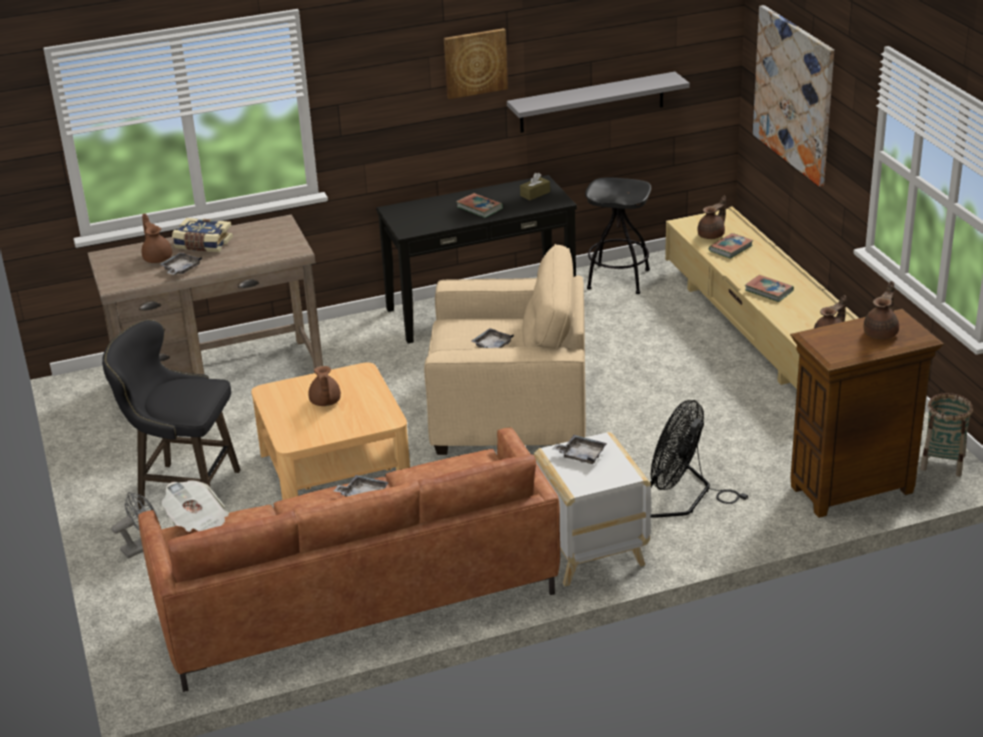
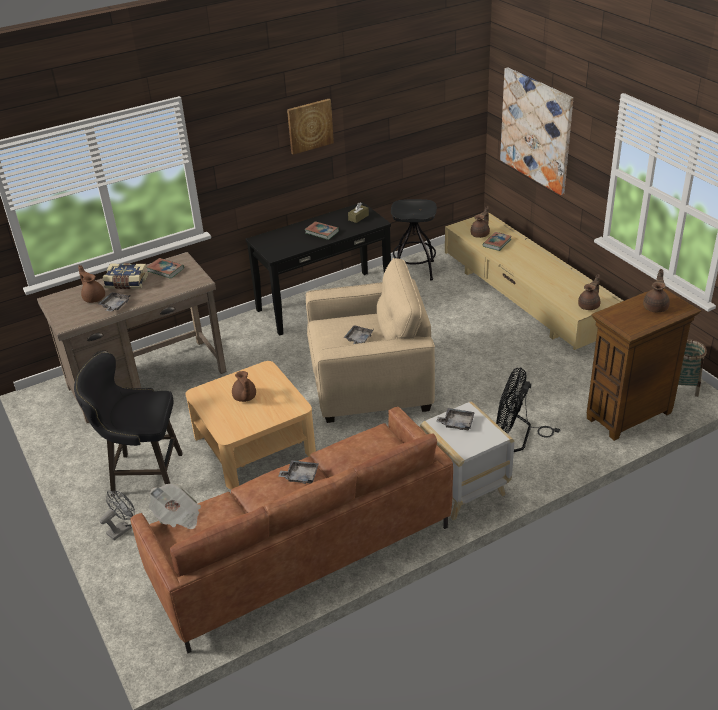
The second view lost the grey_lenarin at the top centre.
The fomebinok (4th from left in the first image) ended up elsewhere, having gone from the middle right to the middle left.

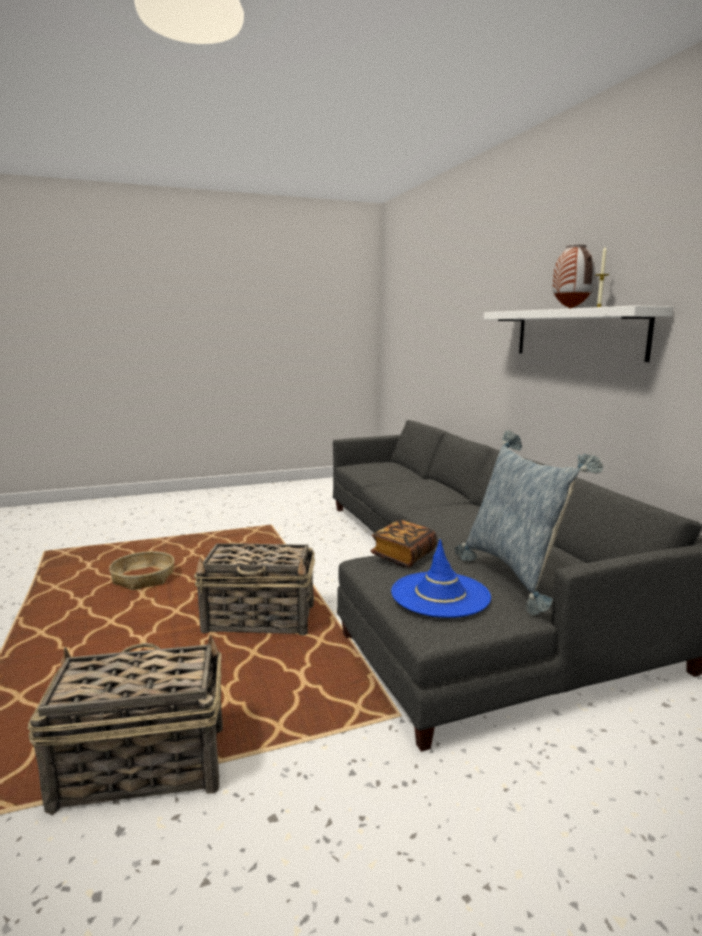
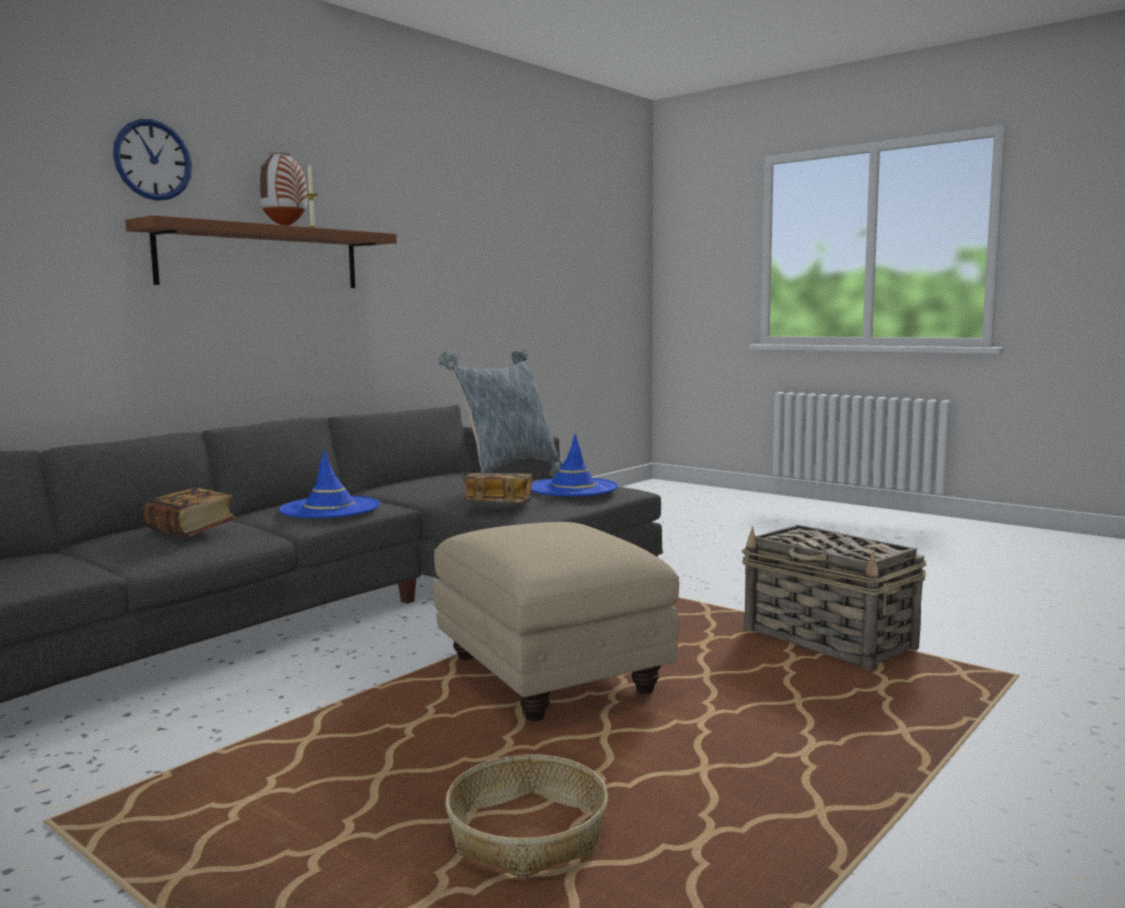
The second view gained the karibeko at the top left.
The second view gained the fomebinok (1st from left) at the middle left.
The second view gained the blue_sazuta (1st from left) at the middle left.
Where the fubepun (3rd from left) stood at the centre, the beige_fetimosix came to stand at the bottom centre.
What was the white_lenarin at the middle right turned into the brown_lenarin at the top left.

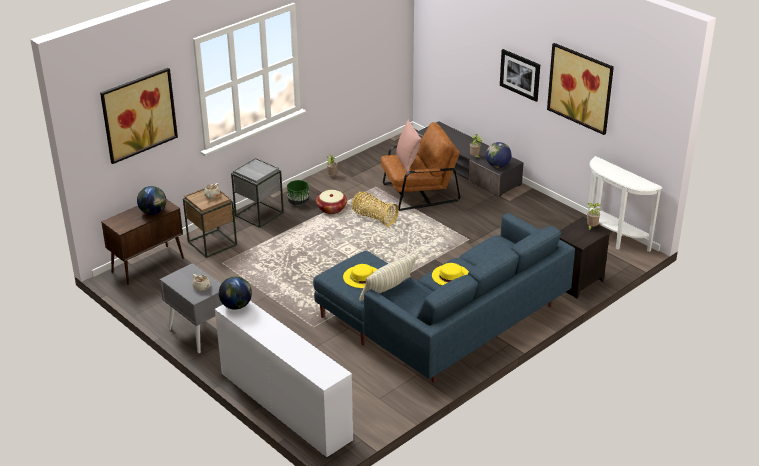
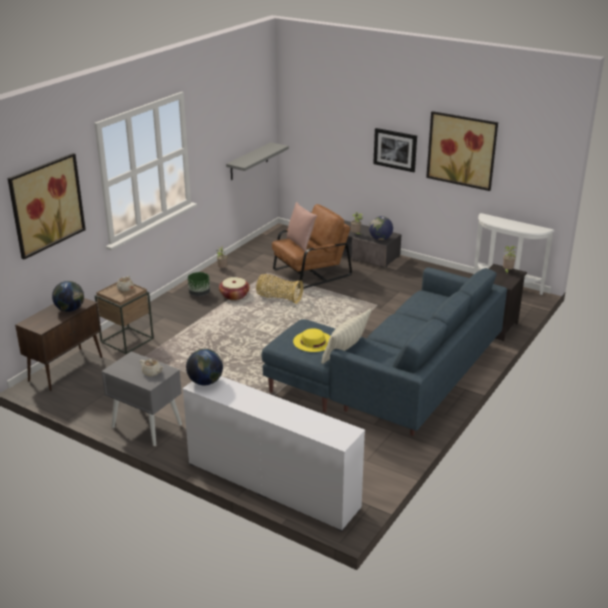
The second view lost the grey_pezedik at the centre.
The second view lost the yellow_sazuta (2nd from left) at the centre.
The second view gained the grey_lenarin at the top centre.

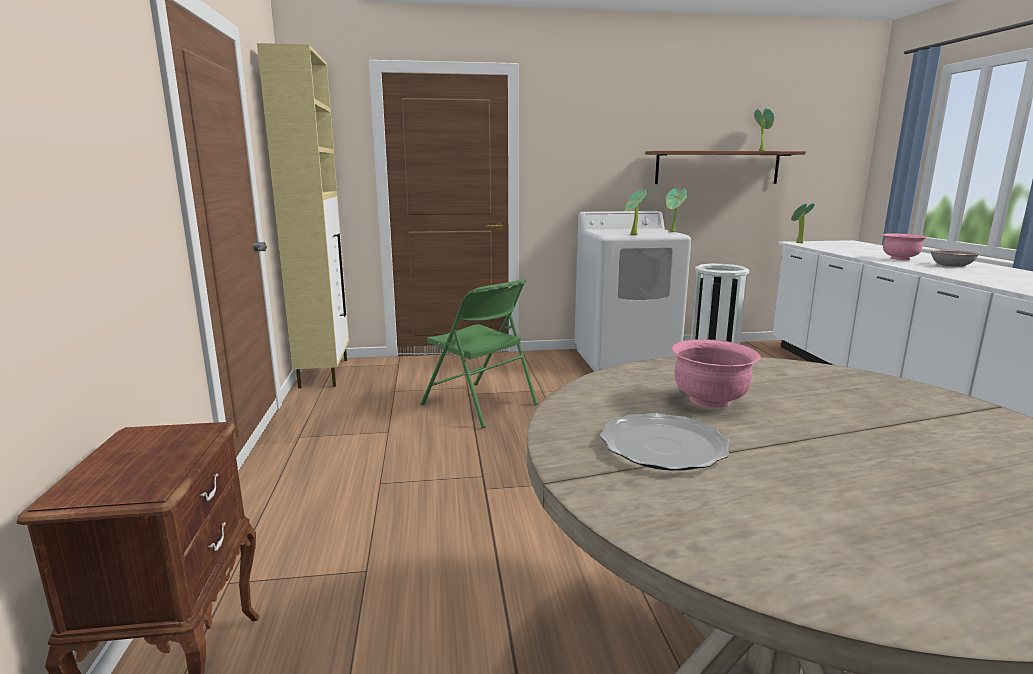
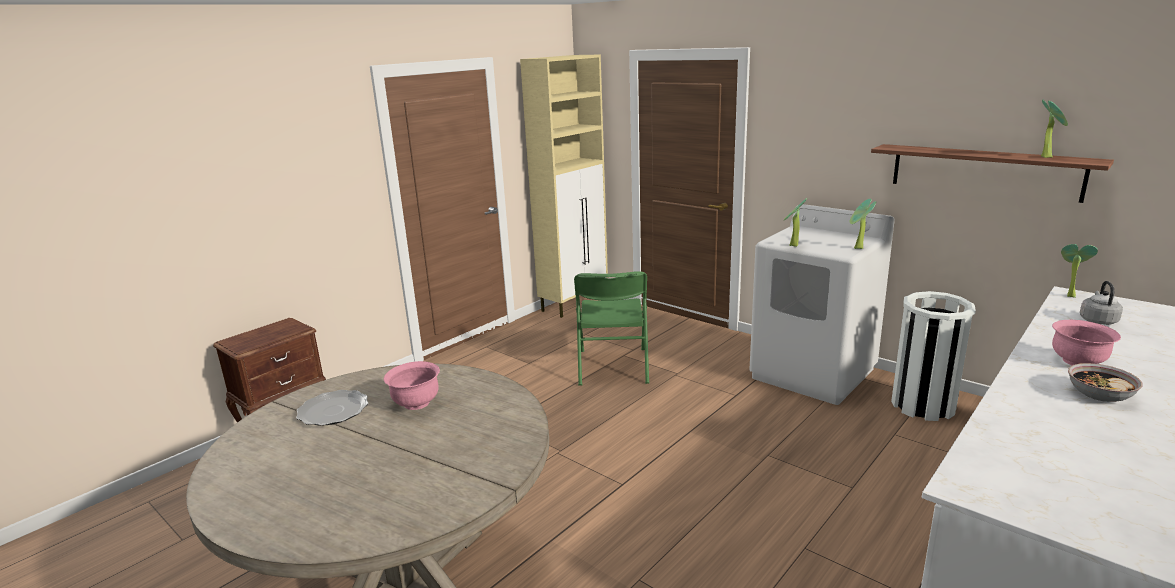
The second view gained the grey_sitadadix at the middle right.

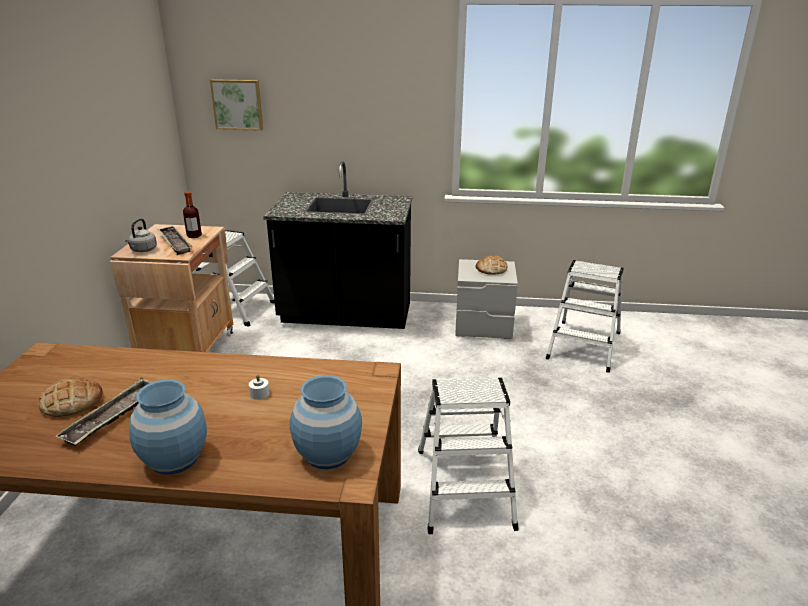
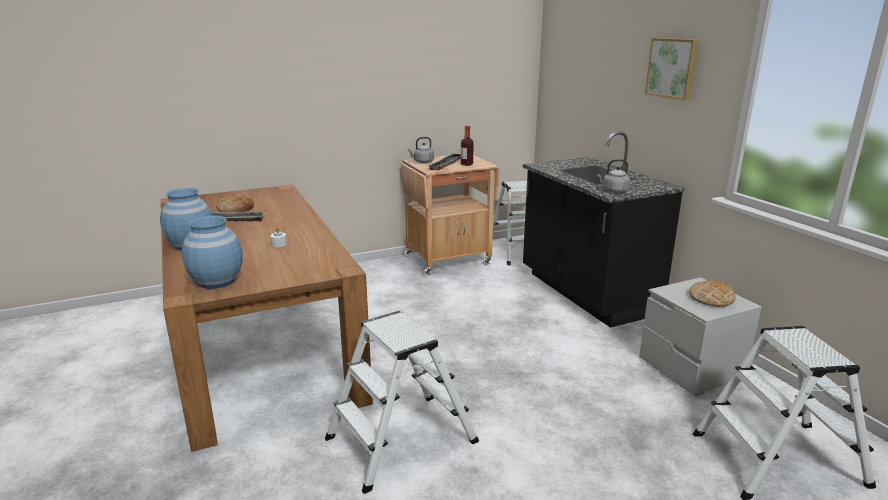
The second view gained the grey_sitadadix (2nd from left) at the middle right.
The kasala ended up elsewhere, having gone from the top left to the top right.

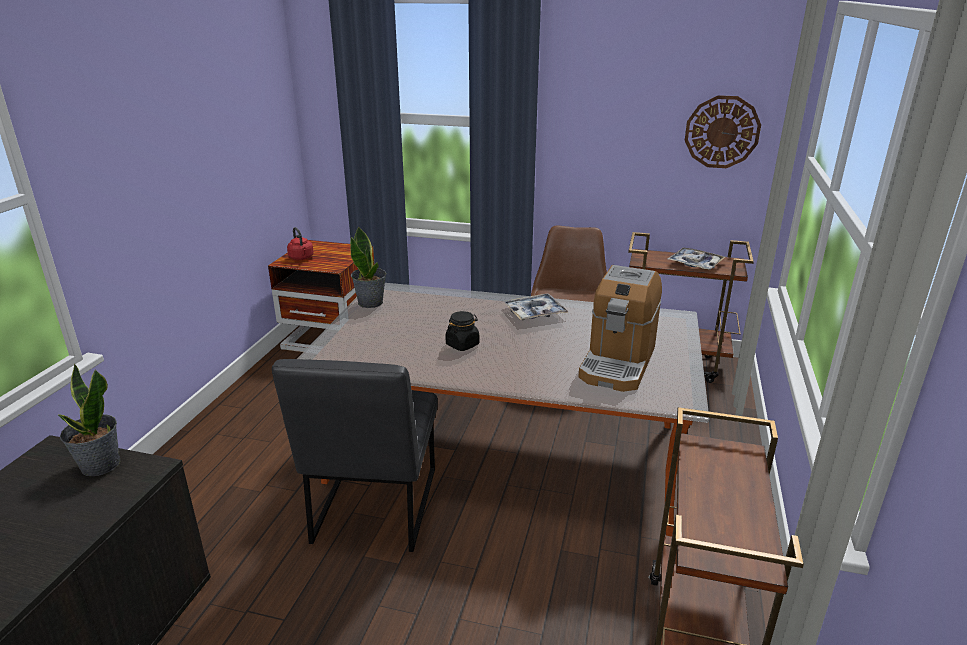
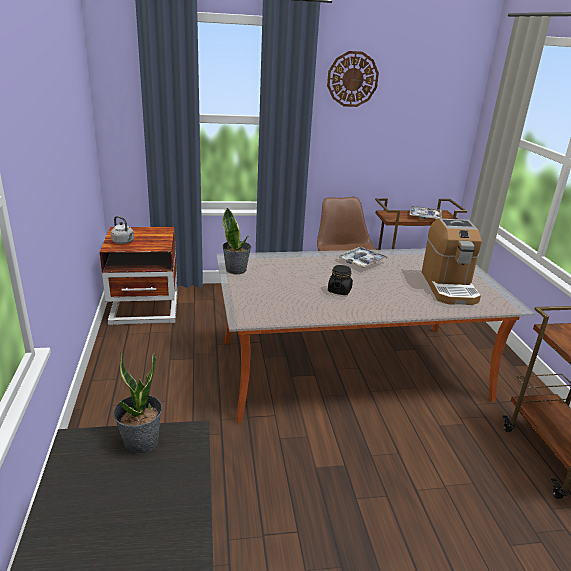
The second view lost the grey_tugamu at the bottom centre.
The karibeko ended up elsewhere, having gone from the top right to the top centre.
What was the red_sitadadix at the middle left turned into the grey_sitadadix at the middle left.

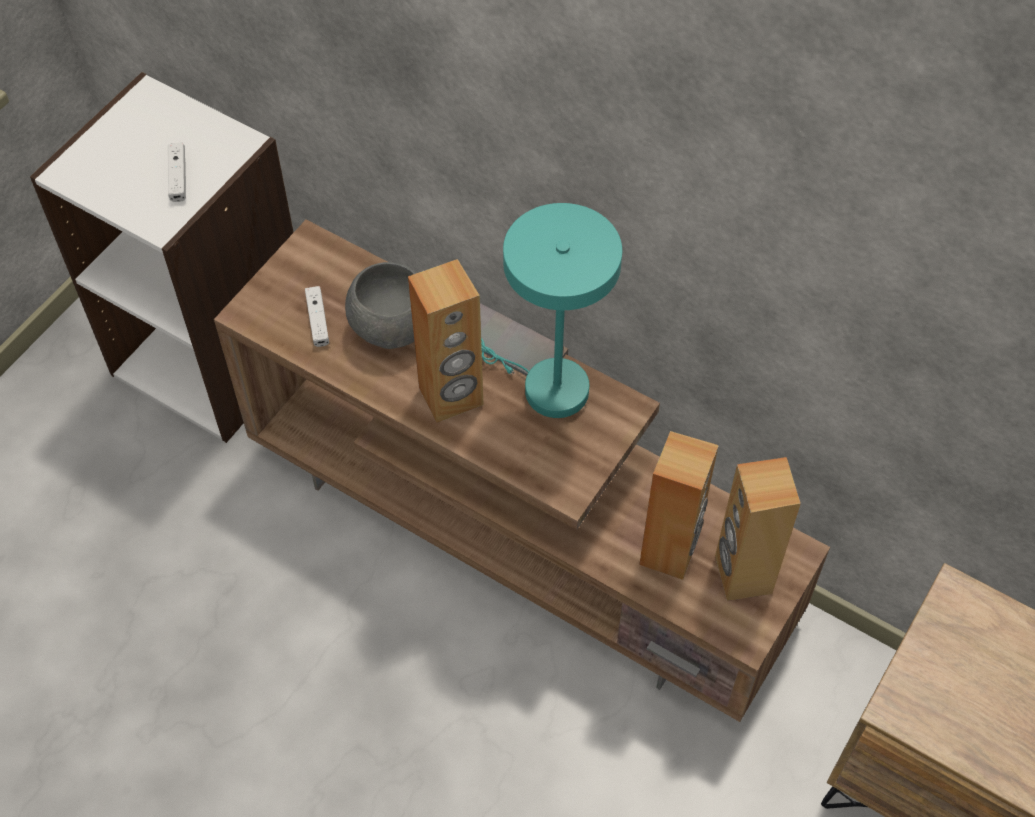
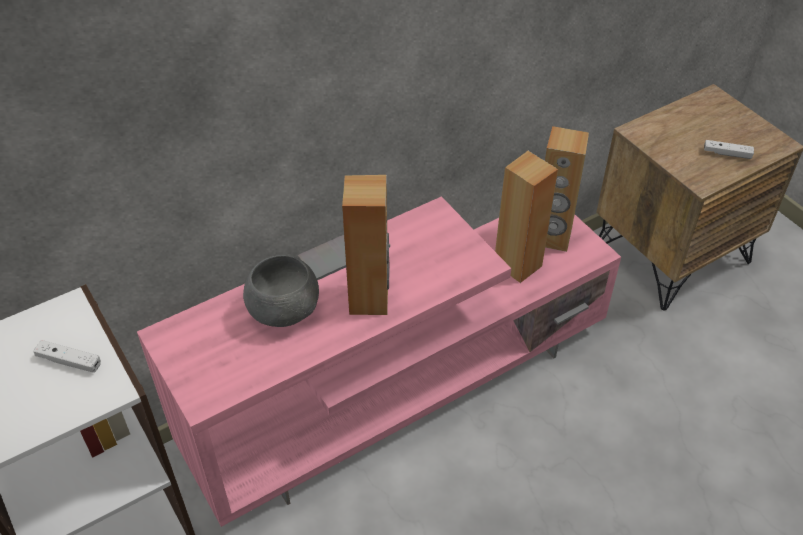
The second view lost the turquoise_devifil at the centre.
The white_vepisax (2nd from left) ended up elsewhere, having gone from the middle left to the top right.
What was the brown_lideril at the centre turned into the pink_lideril at the bottom centre.

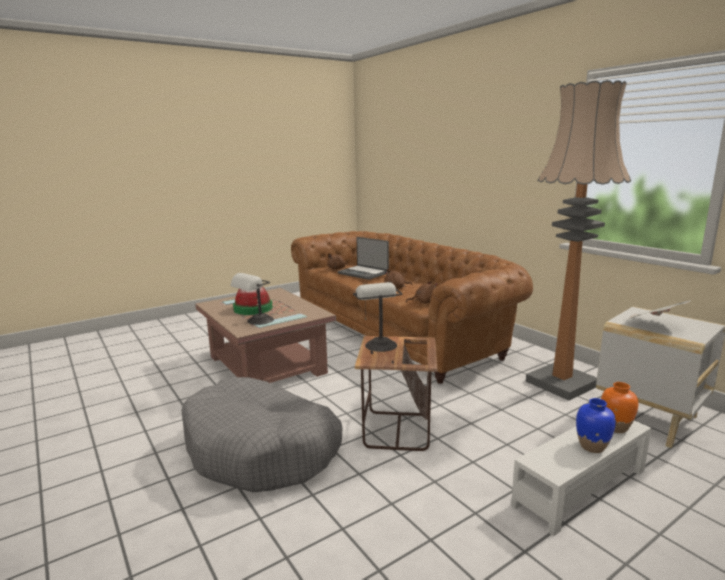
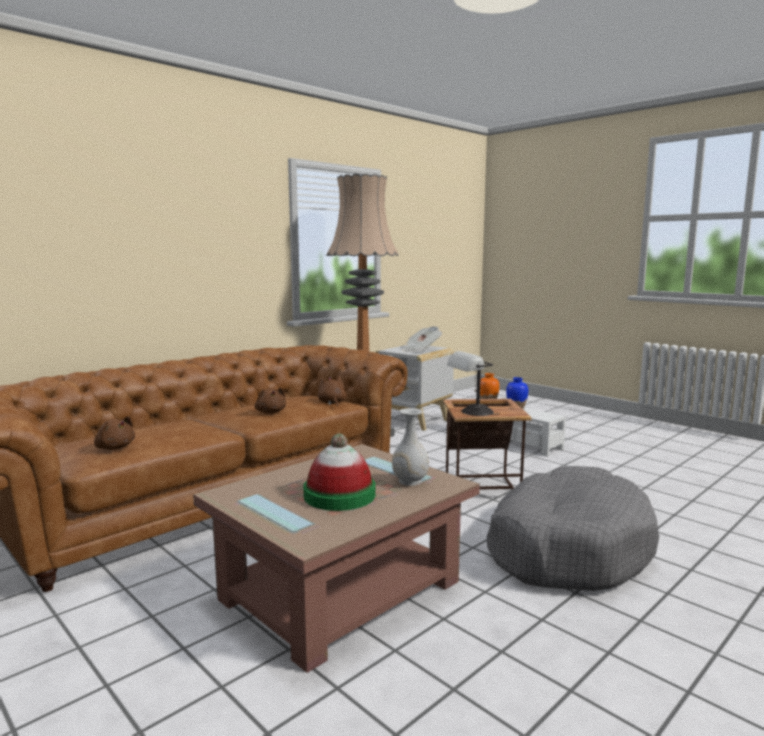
The second view lost the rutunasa at the centre.
Where the devifil (1st from left) stood at the centre, the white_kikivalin came to stand at the centre.

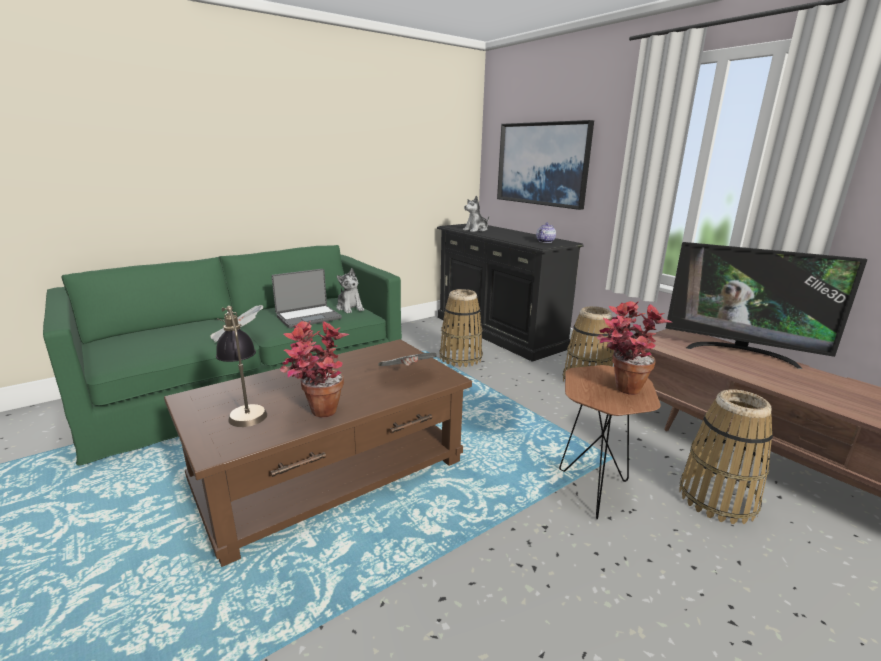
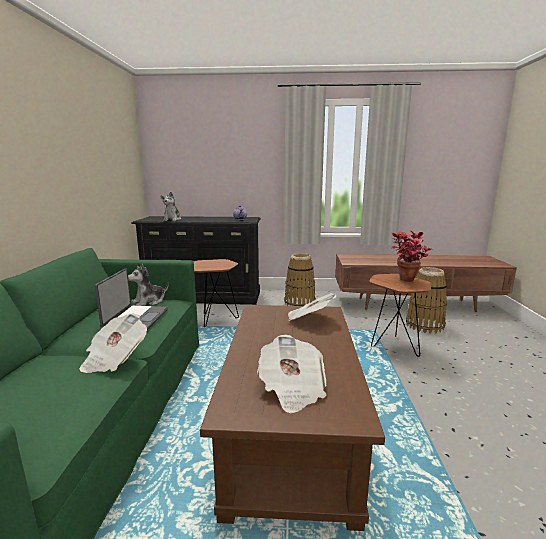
The second view lost the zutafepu (1st from left) at the centre.
The second view lost the kasala at the top centre.
The second view lost the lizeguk at the middle right.
Where the devifil stood at the middle left, the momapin (2nd from left) came to stand at the bottom centre.
Where the fubepun (1st from left) stood at the centre, the brown_pezedik (1st from left) came to stand at the centre.
The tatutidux (1st from left) at the centre ended up facing another way, 135 degrees clockwise from before.

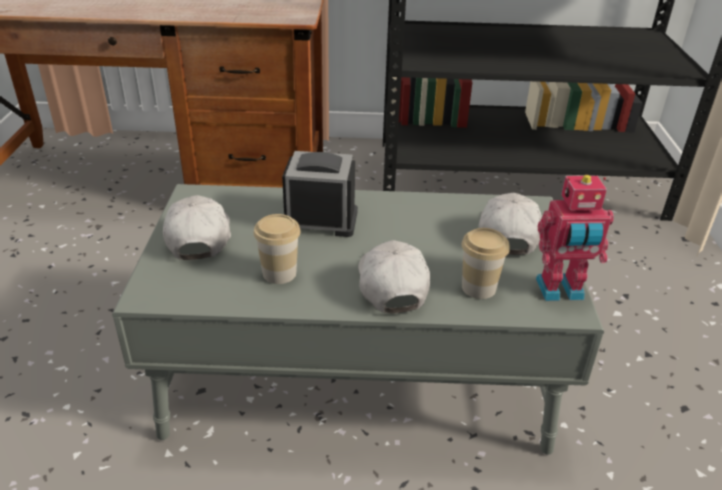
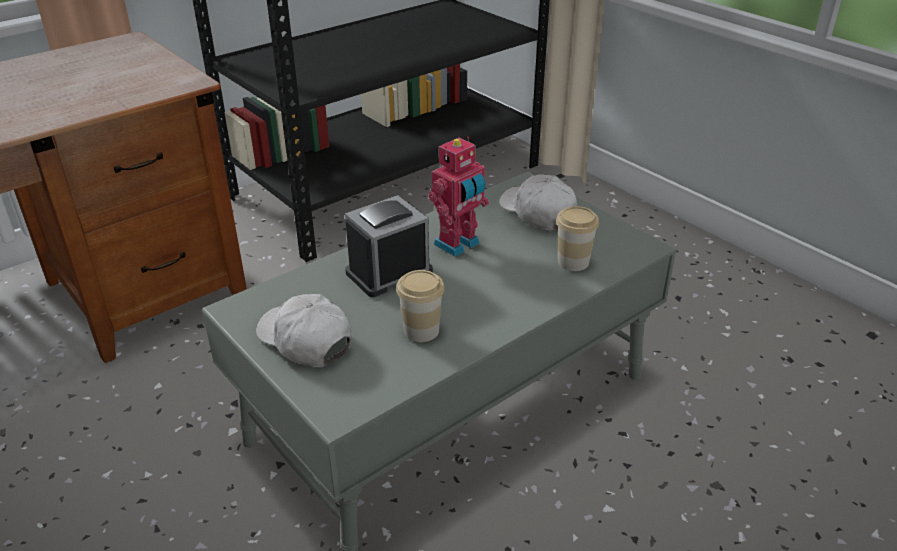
The second view lost the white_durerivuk (2nd from left) at the centre.
The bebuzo ended up elsewhere, having gone from the middle right to the centre.

